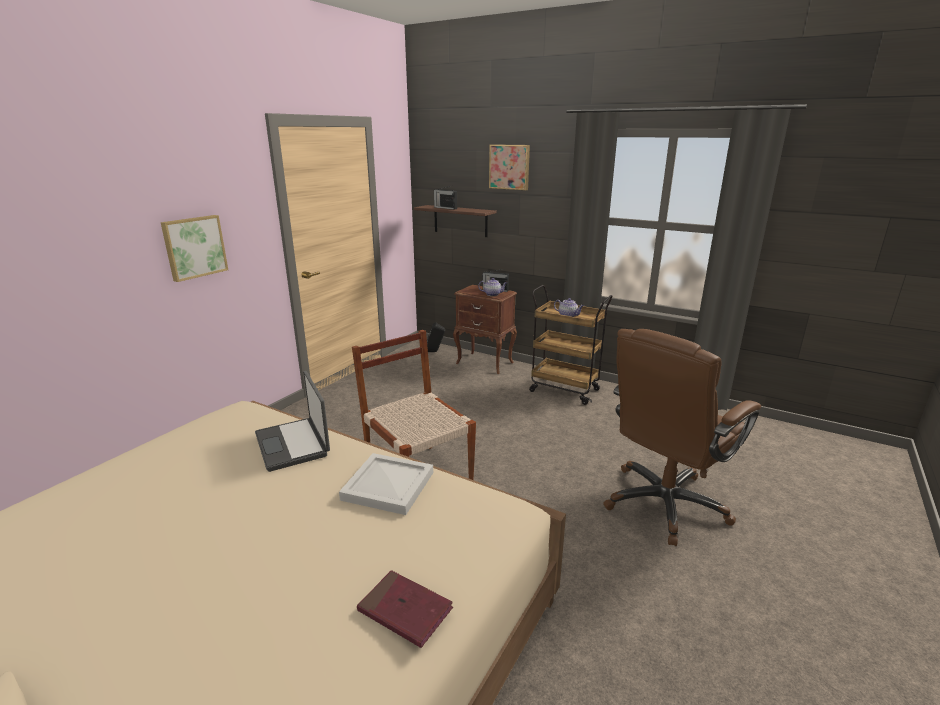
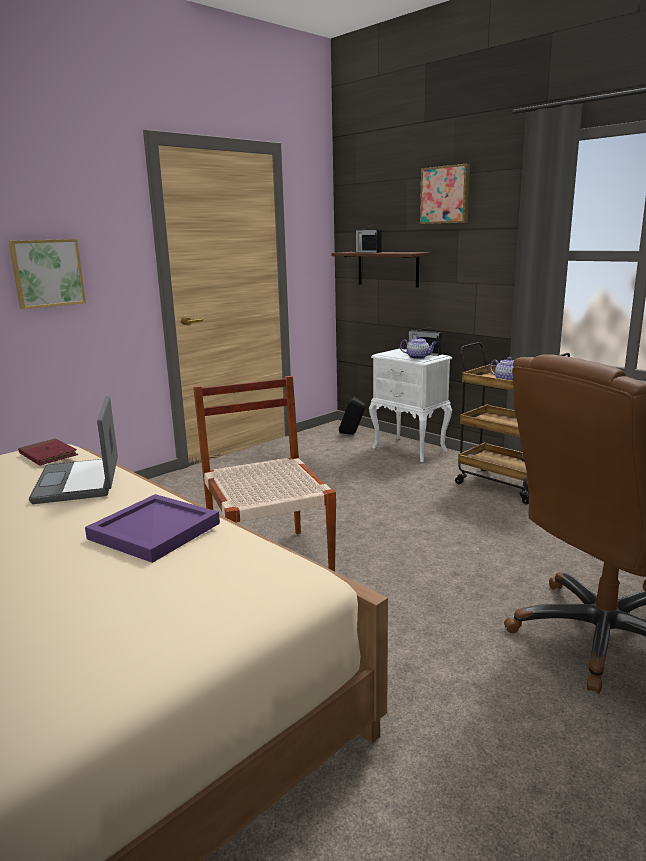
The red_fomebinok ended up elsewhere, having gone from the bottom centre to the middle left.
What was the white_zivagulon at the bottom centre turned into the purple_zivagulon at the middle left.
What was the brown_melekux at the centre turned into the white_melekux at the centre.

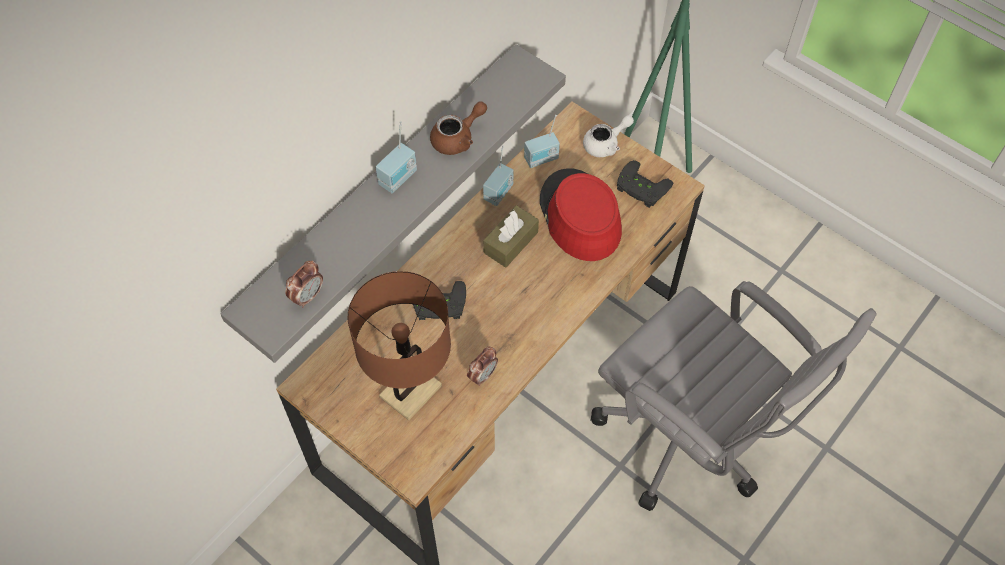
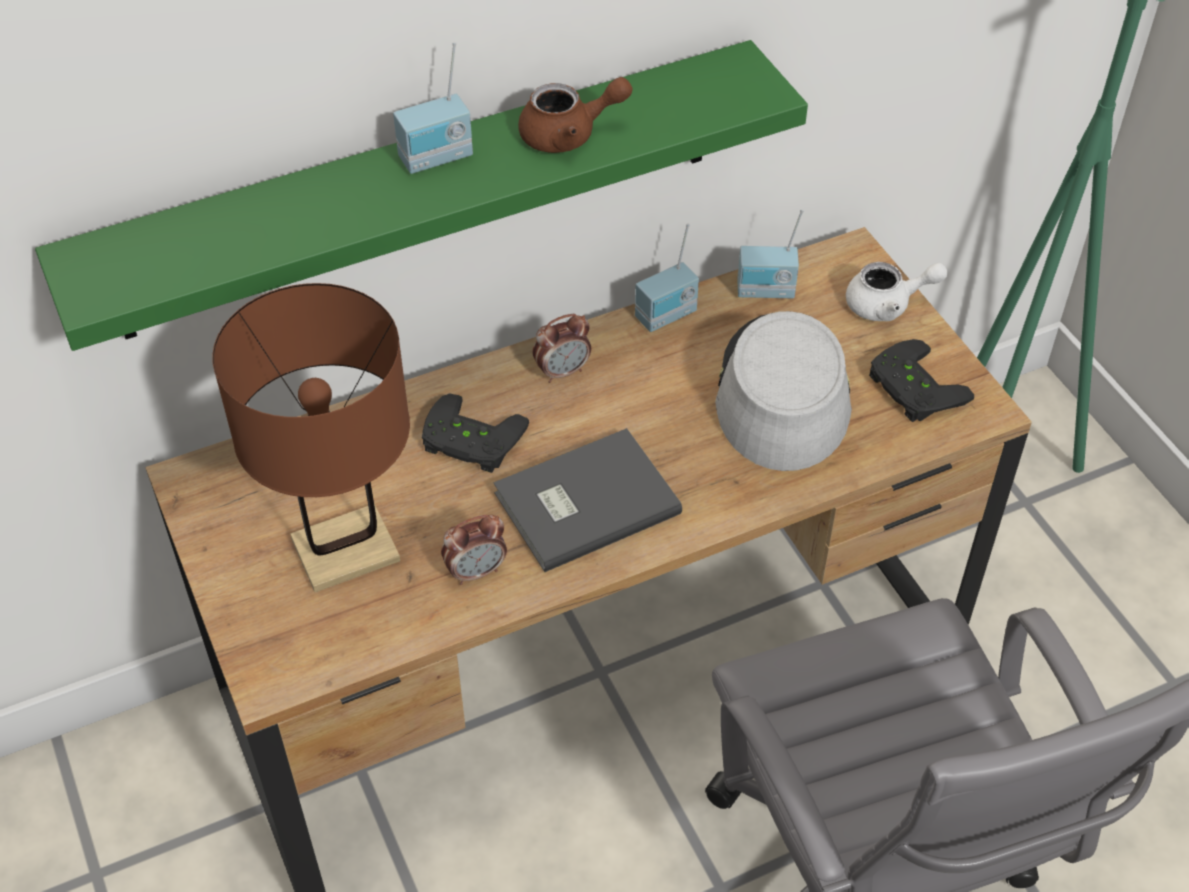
The second view lost the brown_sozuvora at the centre.
The second view gained the grey_fomebinok at the centre.
The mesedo (1st from left in the first image) ended up elsewhere, having gone from the middle left to the centre.
What was the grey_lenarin at the centre turned into the green_lenarin at the top centre.
What was the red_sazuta at the centre turned into the grey_sazuta at the centre.

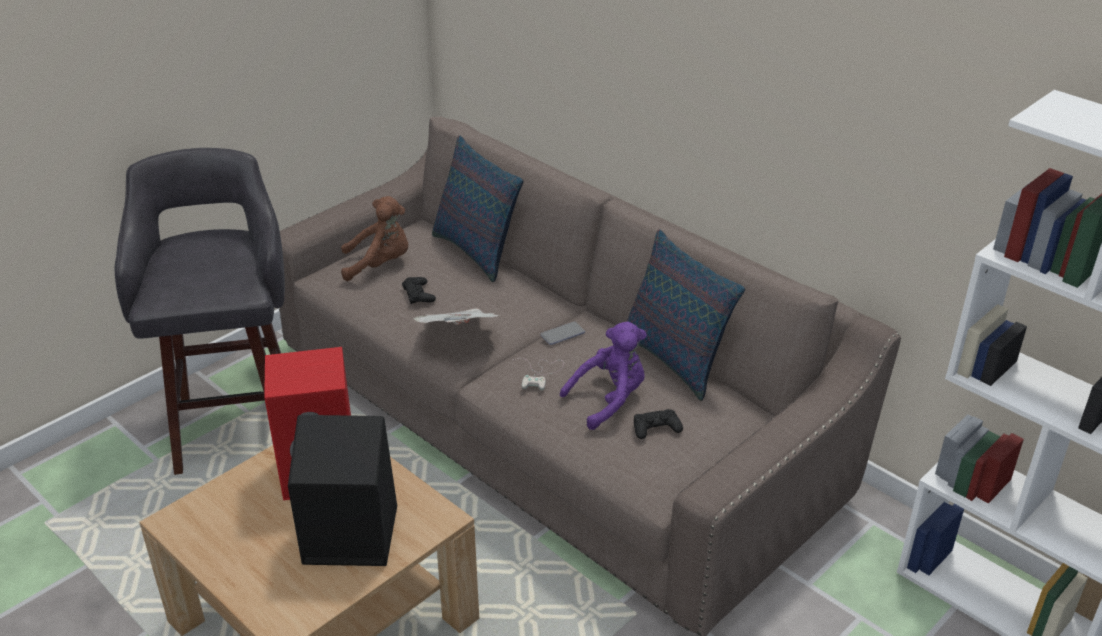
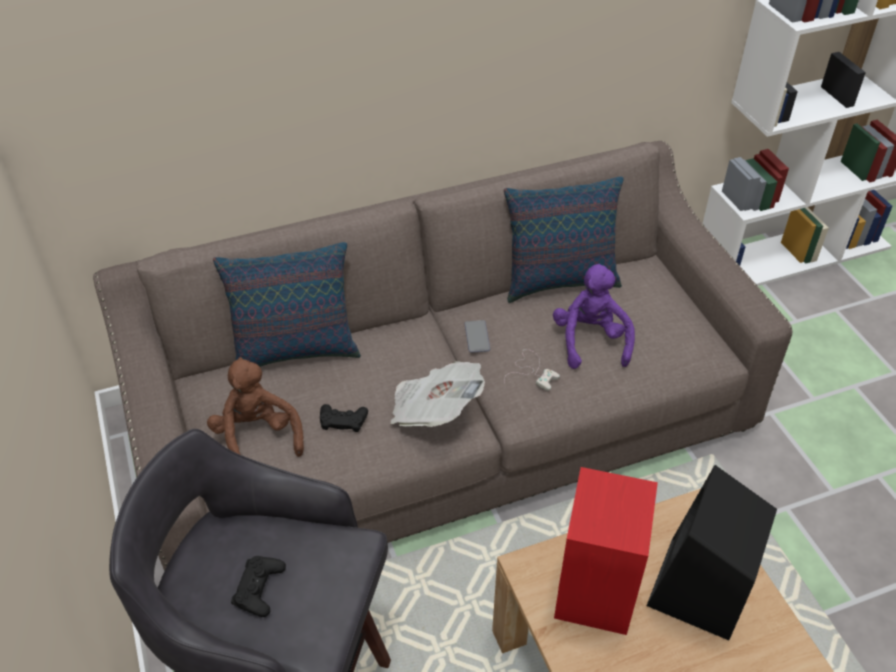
The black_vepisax (2nd from left in the first image) ended up elsewhere, having gone from the bottom centre to the bottom left.
The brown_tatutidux at the centre ended up facing another way, 45 degrees counterclockwise from before.

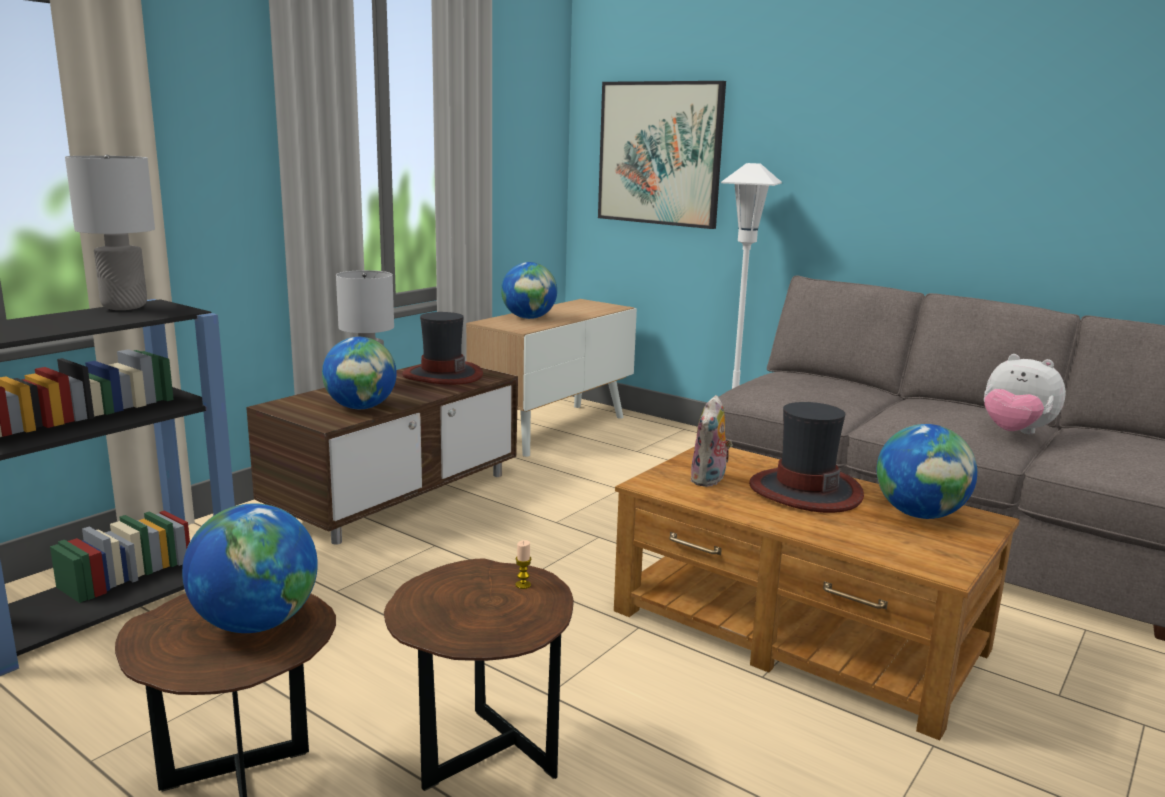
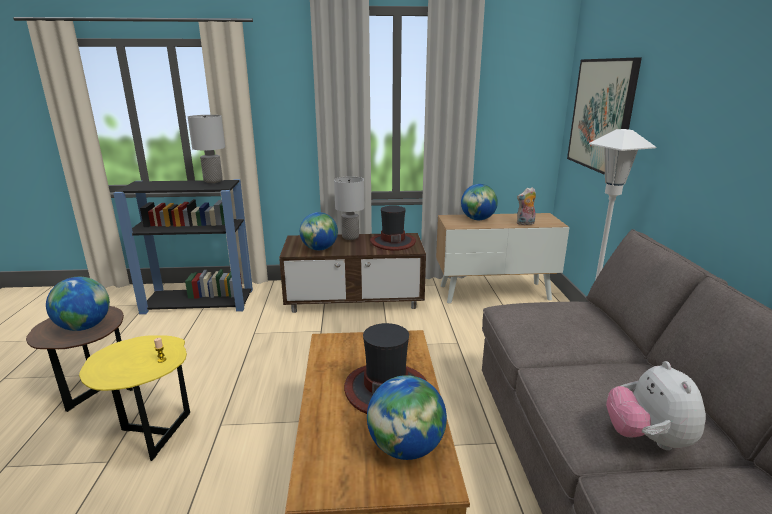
The tatutidux (1st from left) ended up elsewhere, having gone from the centre to the middle right.
What was the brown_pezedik (2nd from left) at the bottom centre turned into the yellow_pezedik at the bottom left.

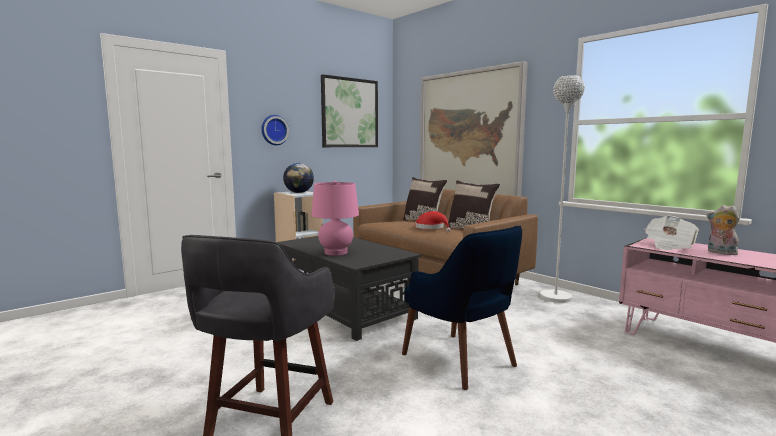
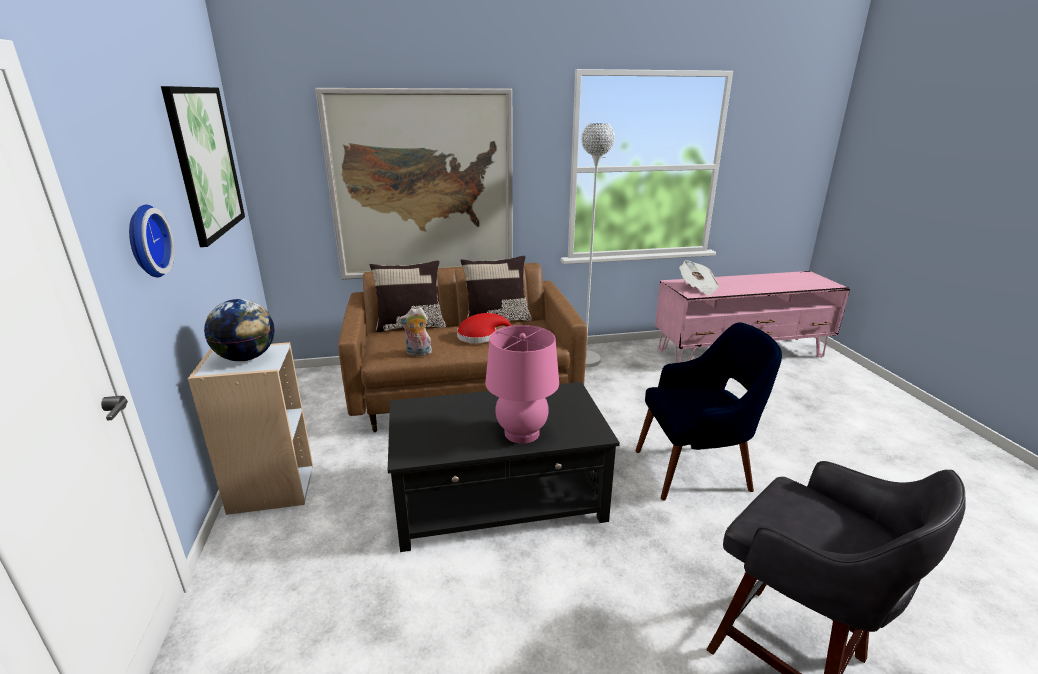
The tatutidux ended up elsewhere, having gone from the middle right to the centre.

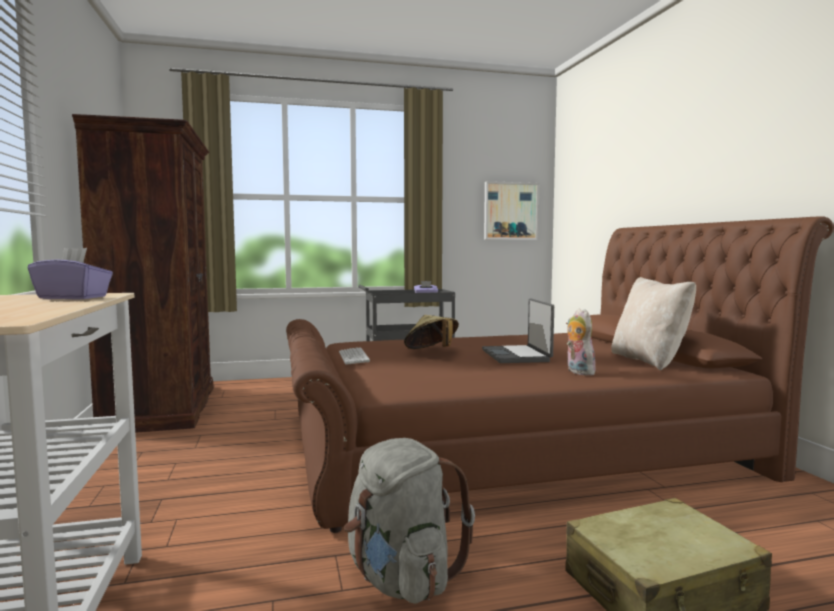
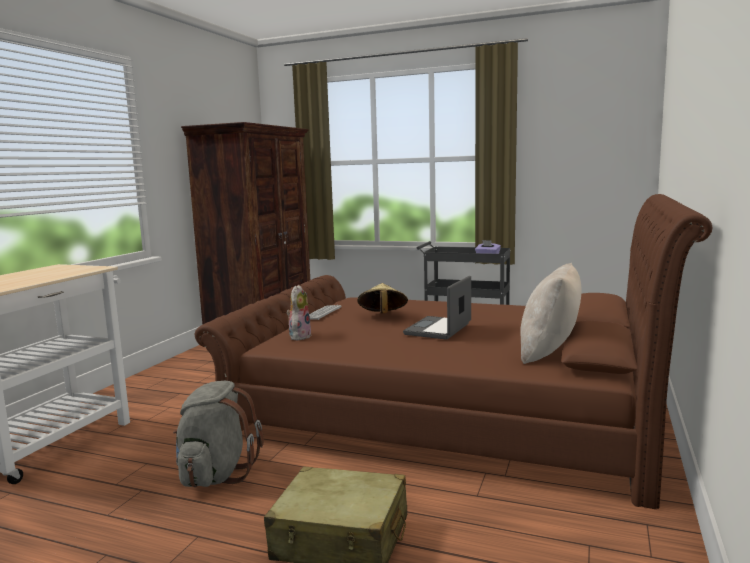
The second view lost the purple_sozuvora (1st from left) at the middle left.
The second view lost the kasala at the centre.
The tatutidux ended up elsewhere, having gone from the middle right to the centre.

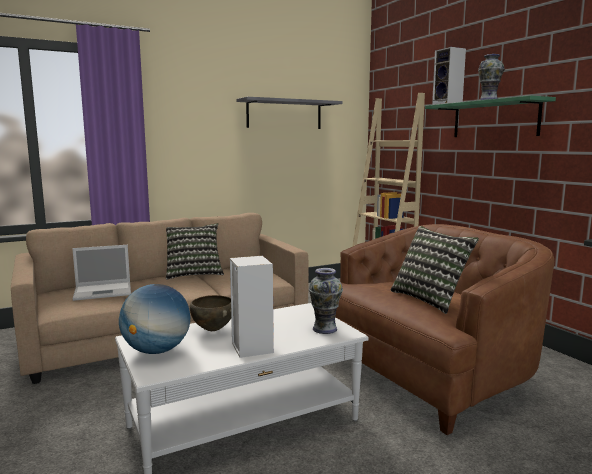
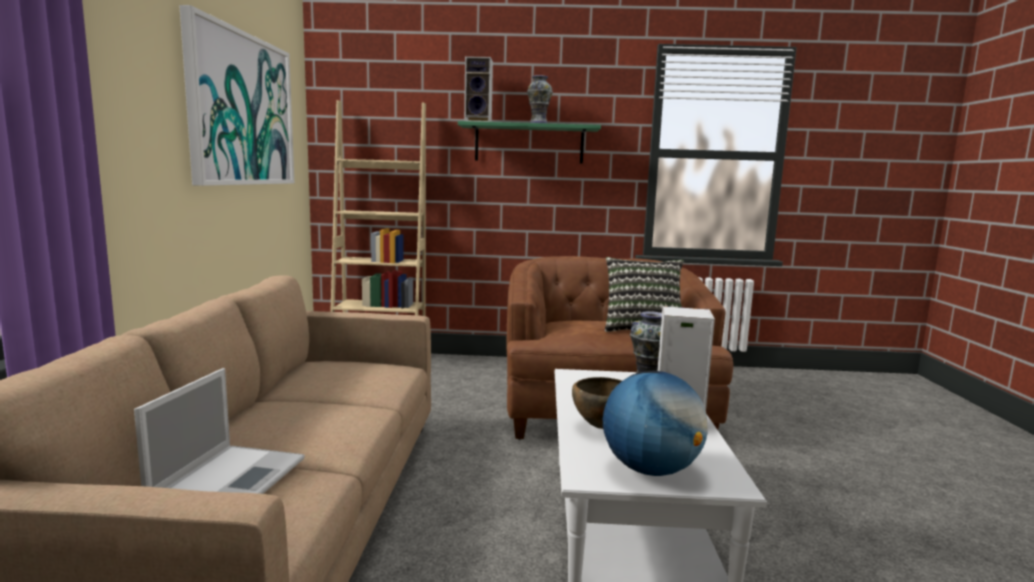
The second view lost the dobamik (1st from left) at the middle left.
Where the grey_lenarin hung at the top centre, the kasala came to hang at the top left.

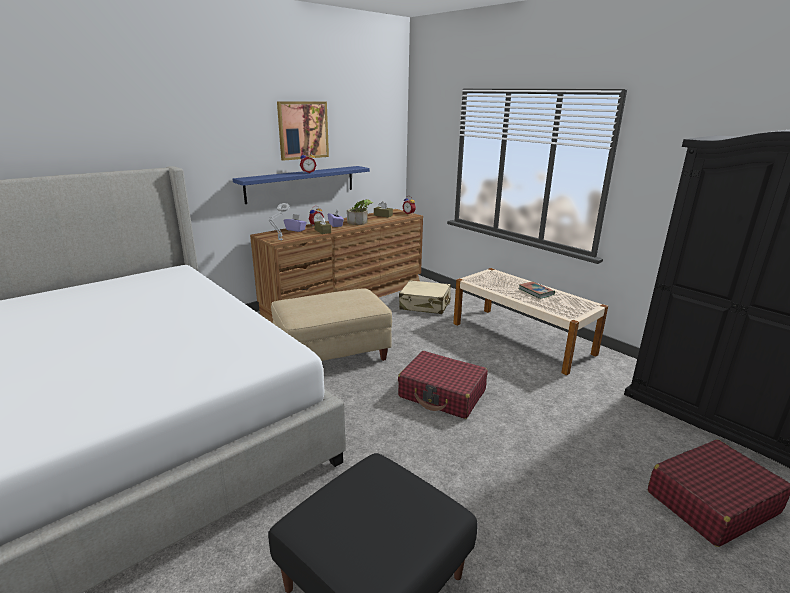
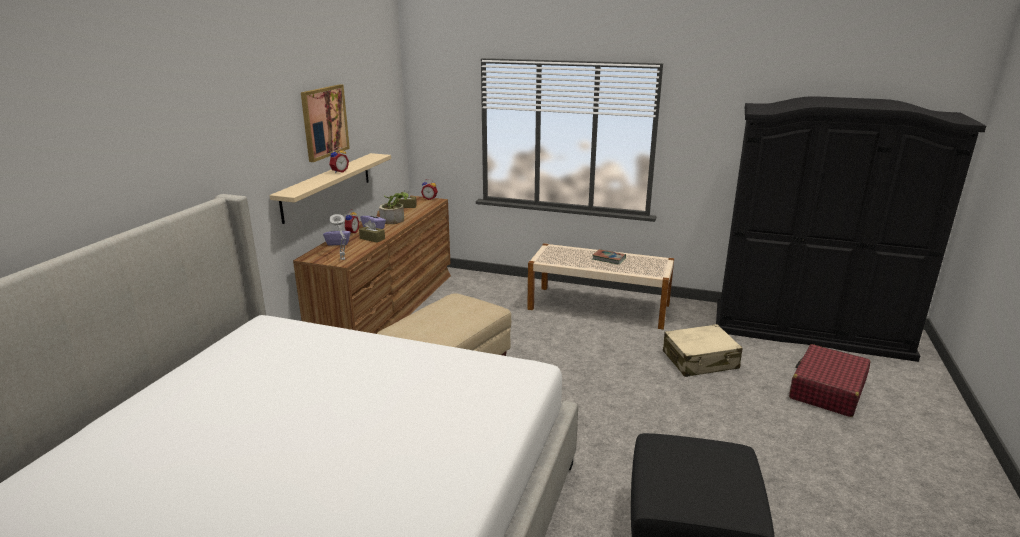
The second view lost the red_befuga (1st from left) at the centre.
The beige_befuga ended up elsewhere, having gone from the centre to the middle right.
What was the blue_lenarin at the top centre turned into the beige_lenarin at the middle left.

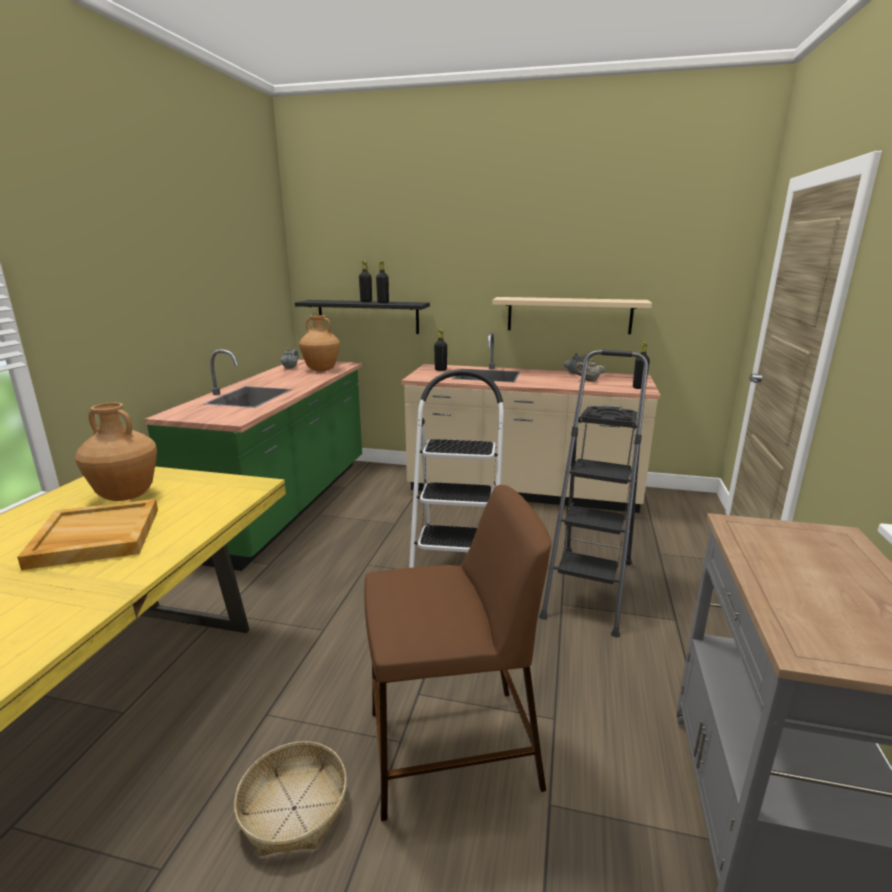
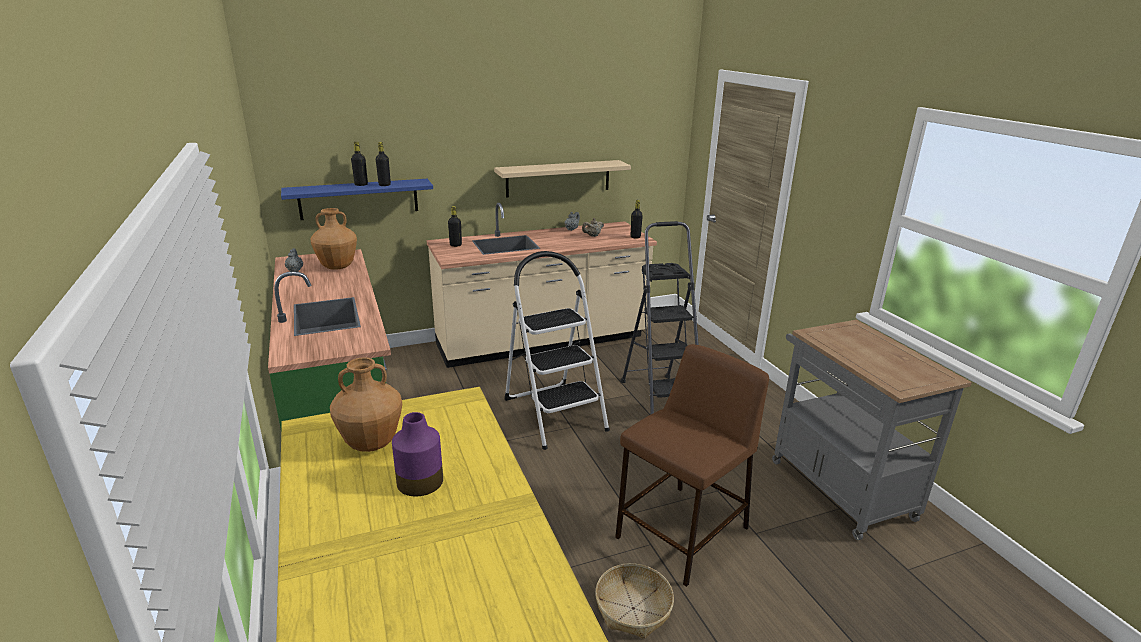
Where the beige_zivagulon stood at the middle left, the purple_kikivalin came to stand at the bottom centre.
What was the black_lenarin at the centre turned into the blue_lenarin at the top left.

